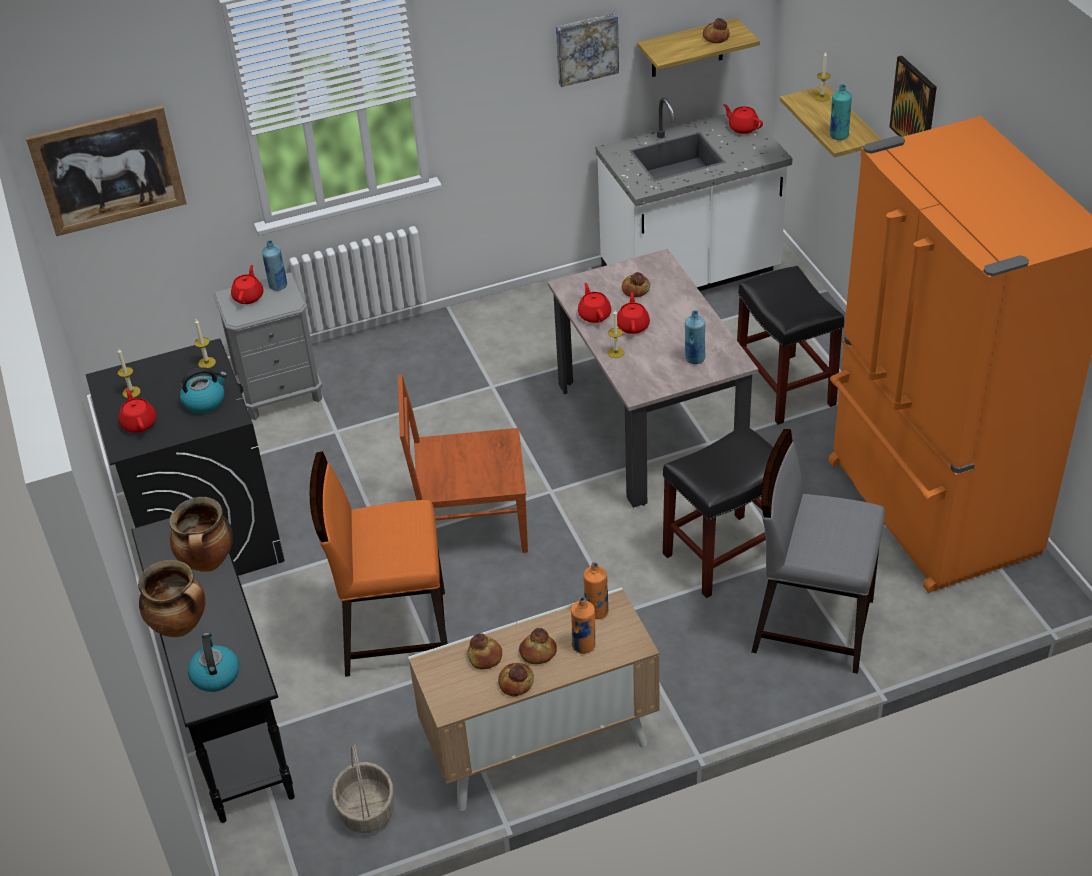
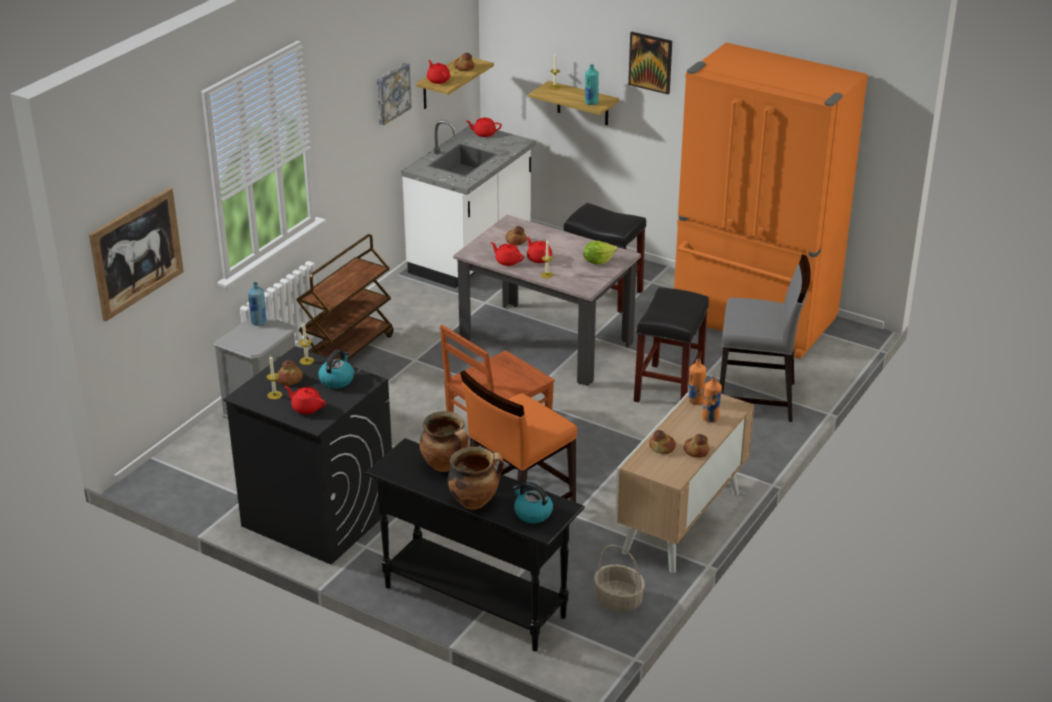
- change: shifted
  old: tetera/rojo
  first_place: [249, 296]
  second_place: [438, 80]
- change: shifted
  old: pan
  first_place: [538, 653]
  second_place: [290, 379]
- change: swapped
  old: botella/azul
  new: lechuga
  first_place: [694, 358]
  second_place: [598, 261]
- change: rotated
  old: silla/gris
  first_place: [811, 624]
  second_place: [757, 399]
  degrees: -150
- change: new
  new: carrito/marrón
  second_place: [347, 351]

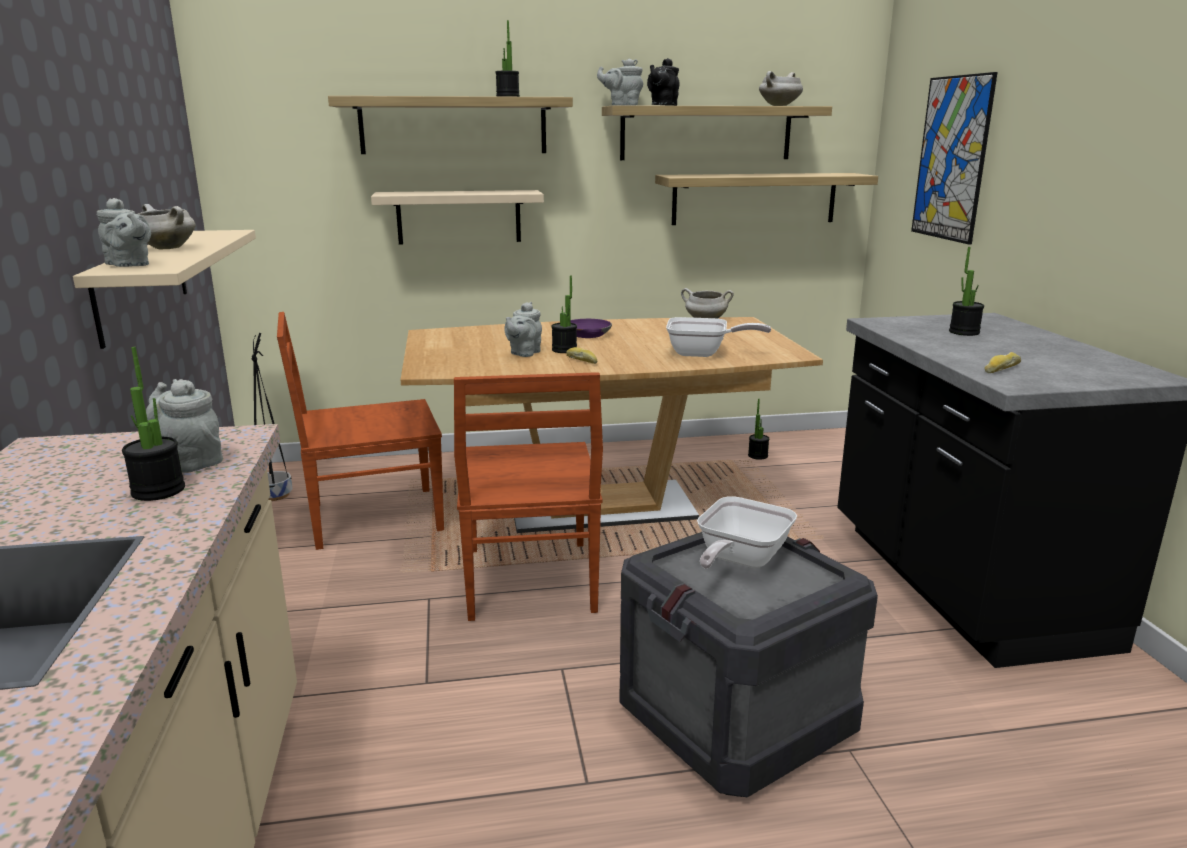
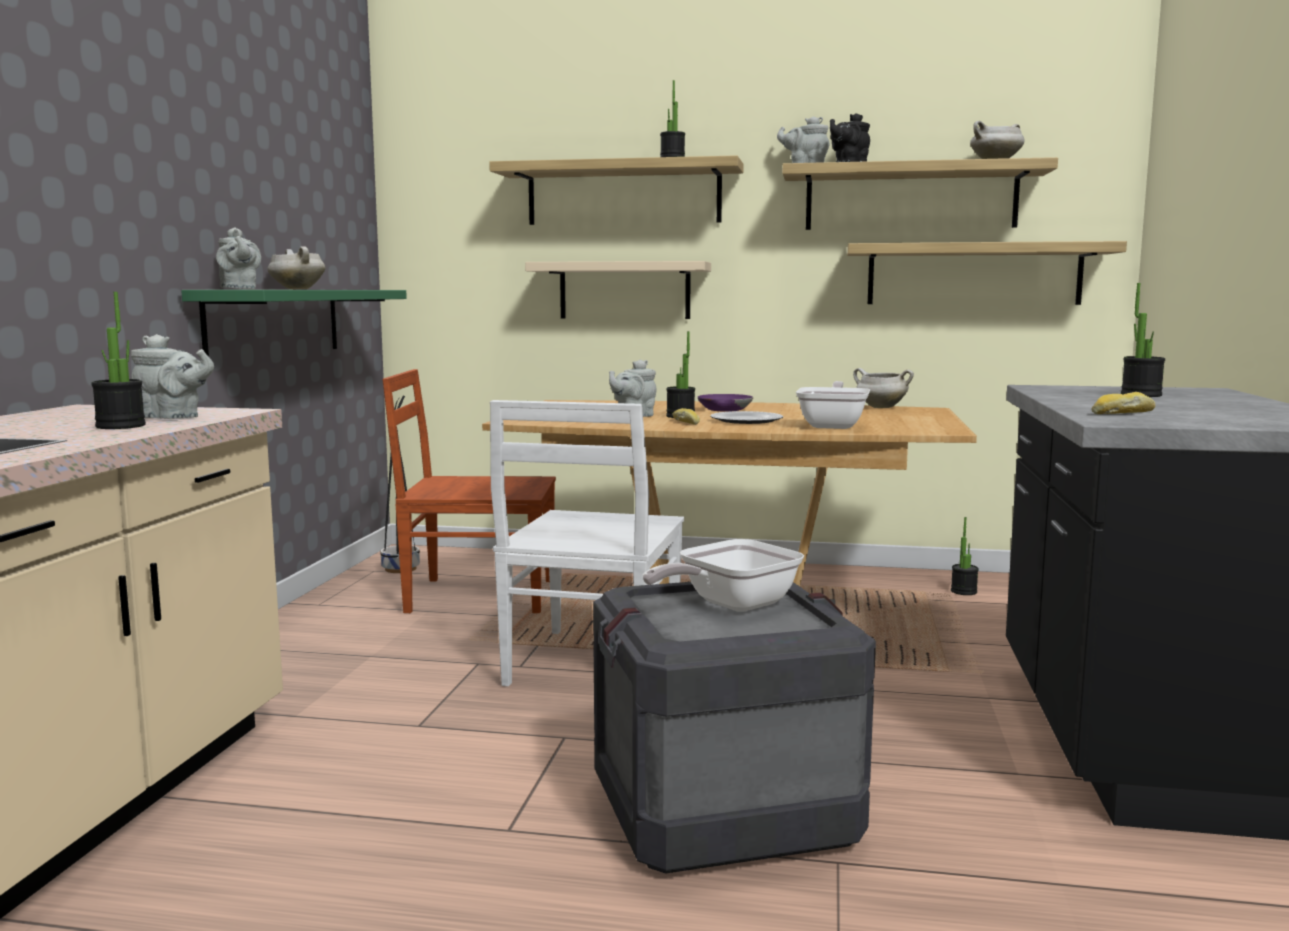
- change: repainted
  old: estante/beis
  new: estante/verde
  first_place: [142, 283]
  second_place: [275, 322]
- change: rotated
  old: tetera/gris
  first_place: [190, 461]
  second_place: [172, 418]
  degrees: 135
- change: repainted
  old: silla/marrón
  new: silla/blanco
  first_place: [529, 582]
  second_place: [592, 664]
- change: rotated
  old: sartén
  first_place: [703, 354]
  second_place: [833, 425]
  degrees: -105
- change: gone
  old: cuadro
  first_place: [951, 158]
- change: new
  new: plato
  second_place: [747, 420]

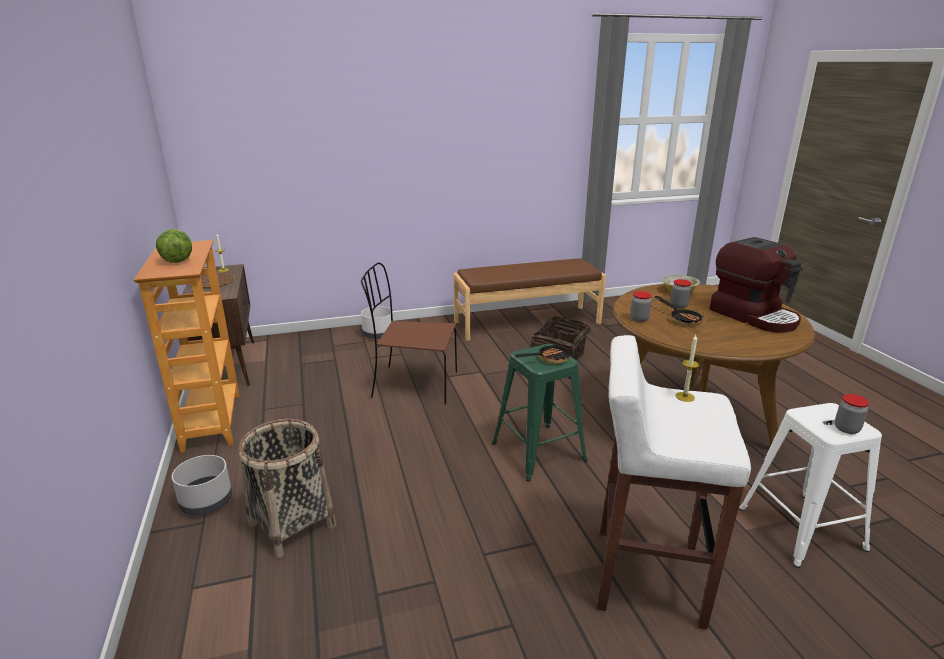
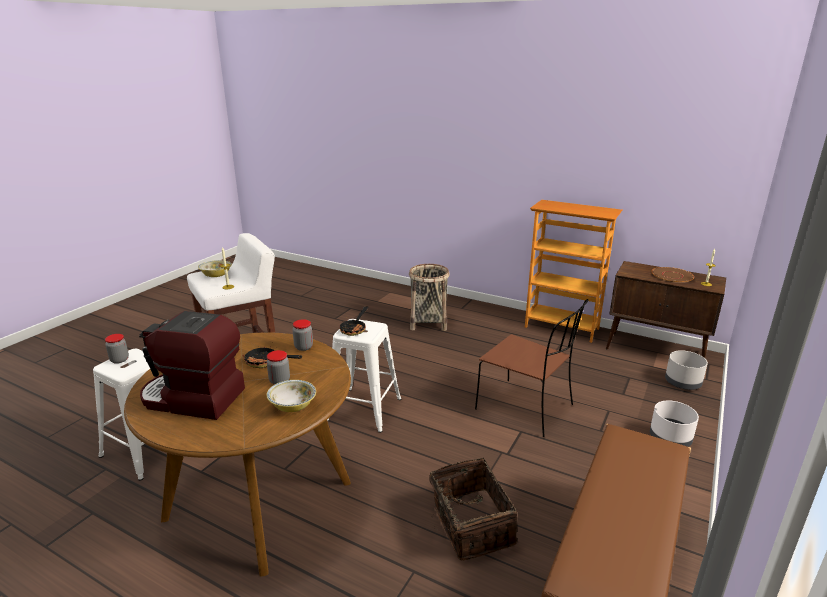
- change: gone
  old: lechuga
  first_place: [177, 260]
- change: shifted
  old: maceta/gris
  first_place: [206, 502]
  second_place: [682, 382]
- change: rotated
  old: silla/marrón
  first_place: [413, 384]
  second_place: [526, 408]
  degrees: 75
- change: repainted
  old: taburete/verde
  new: taburete/blanco
  first_place: [537, 451]
  second_place: [365, 409]
- change: new
  new: cuenco
  second_place: [216, 275]

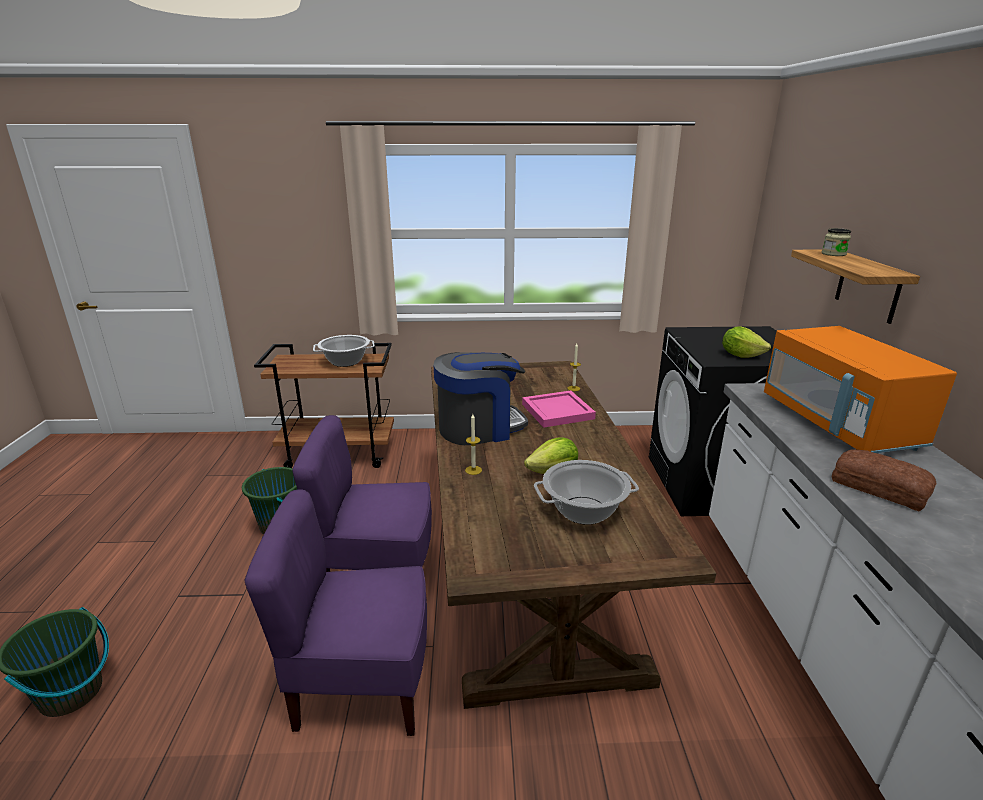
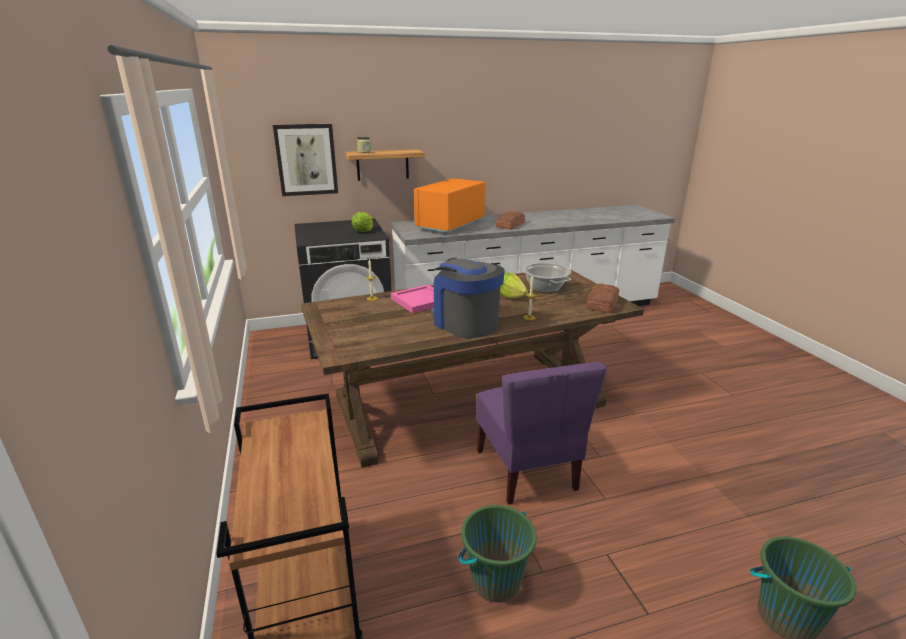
- change: gone
  old: silla/morado
  first_place: [361, 685]
- change: gone
  old: olla
  first_place: [346, 361]
- change: rotated
  old: microondas/naranja
  first_place: [838, 423]
  second_place: [450, 225]
  degrees: 150
- change: new
  new: cuadro
  second_place: [306, 160]
- change: new
  new: pan
  second_place: [601, 303]

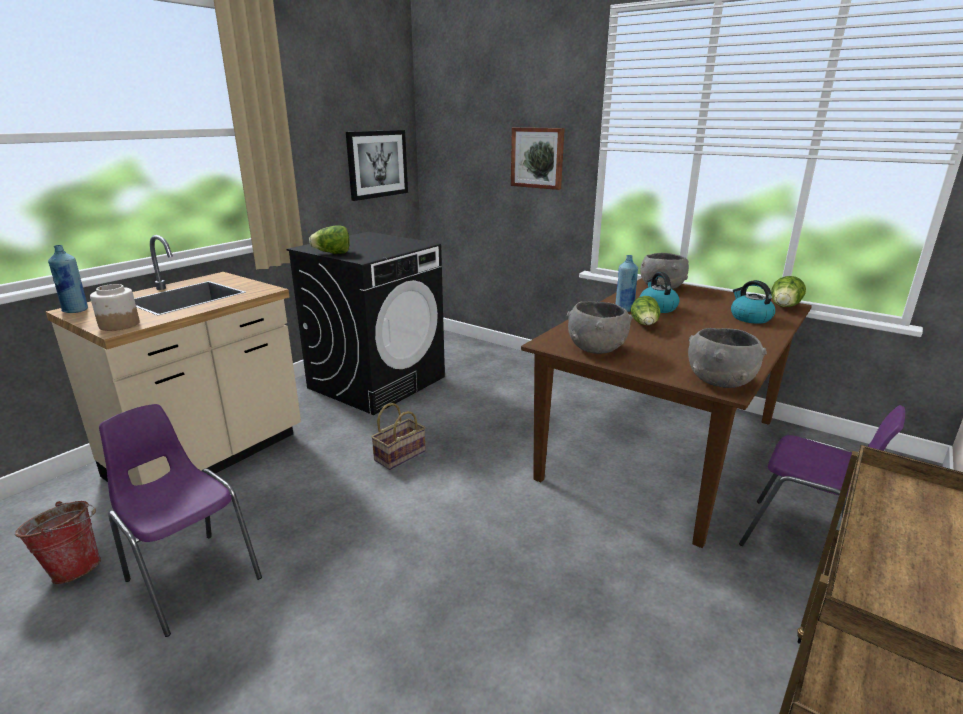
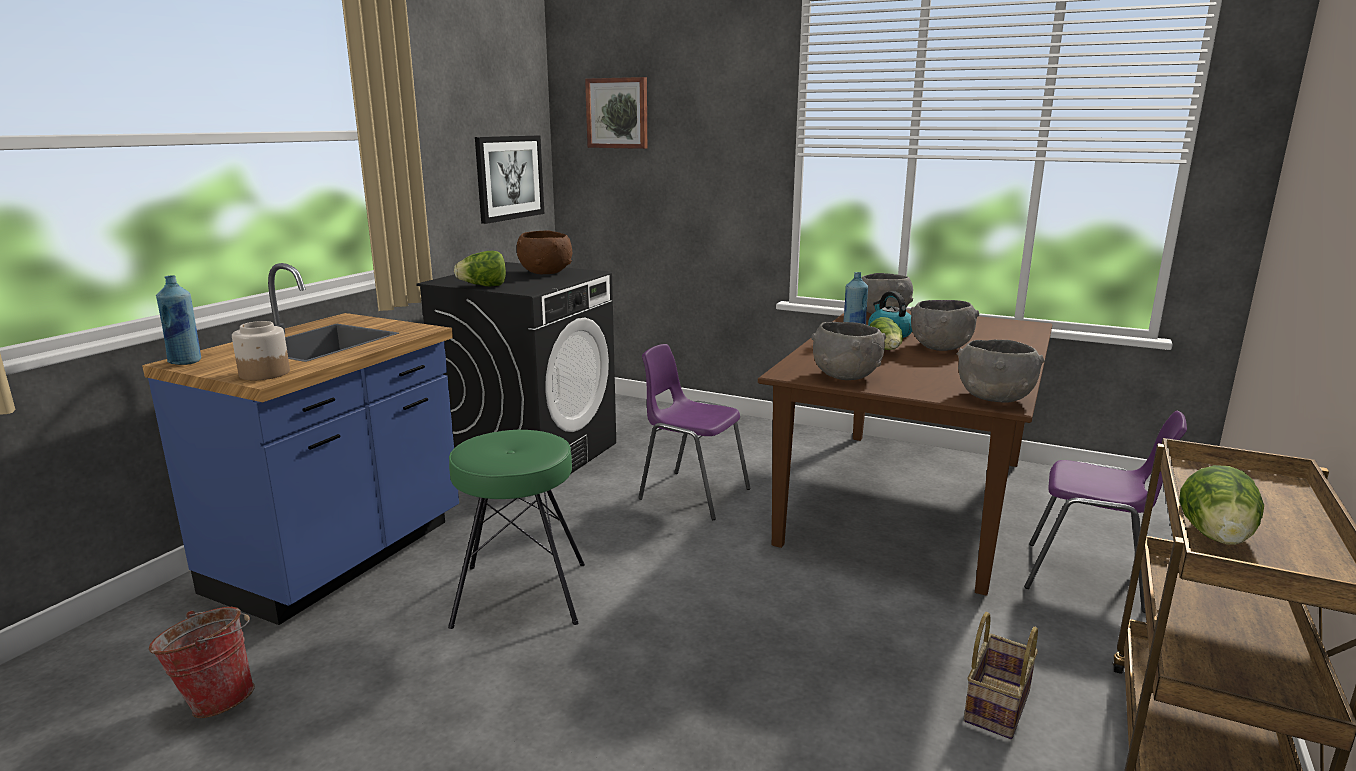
- change: repainted
  old: mueble bajo de cocina/beis
  new: mueble bajo de cocina/azul
  first_place: [208, 457]
  second_place: [341, 558]
- change: shifted
  old: silla/morado
  first_place: [191, 578]
  second_place: [692, 494]
- change: shifted
  old: cesta
  first_place: [400, 455]
  second_place: [995, 704]
- change: shifted
  old: cuadro
  first_place: [537, 158]
  second_place: [618, 113]
- change: gone
  old: hervidor
  first_place: [750, 318]
- change: shifted
  old: lechuga
  first_place: [784, 307]
  second_place: [1217, 538]
- change: new
  new: taburete/verde
  second_place: [520, 593]
- change: new
  new: cuenco/marrón
  second_place: [545, 272]
- change: new
  new: cuenco/gris
  second_place: [940, 347]

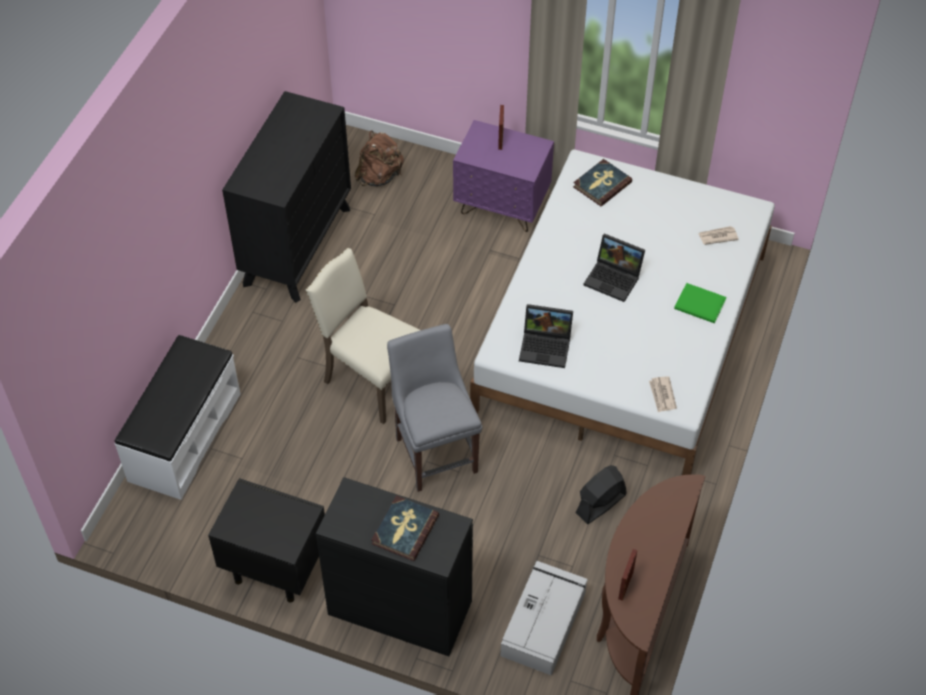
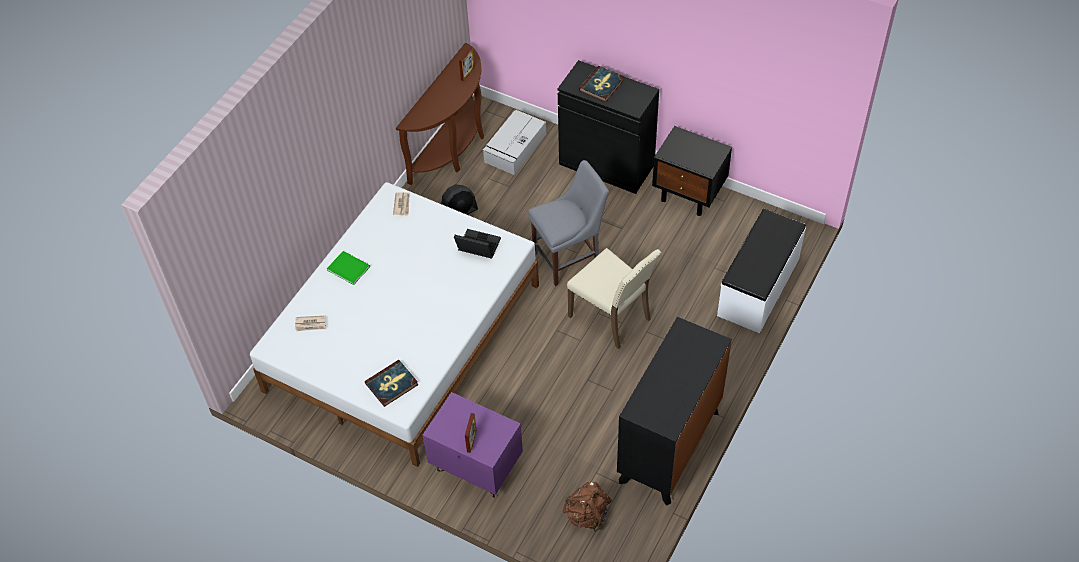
- change: rotated
  old: silla/gris
  first_place: [435, 451]
  second_place: [569, 259]
  degrees: -105
- change: gone
  old: portátil
  first_place: [614, 278]

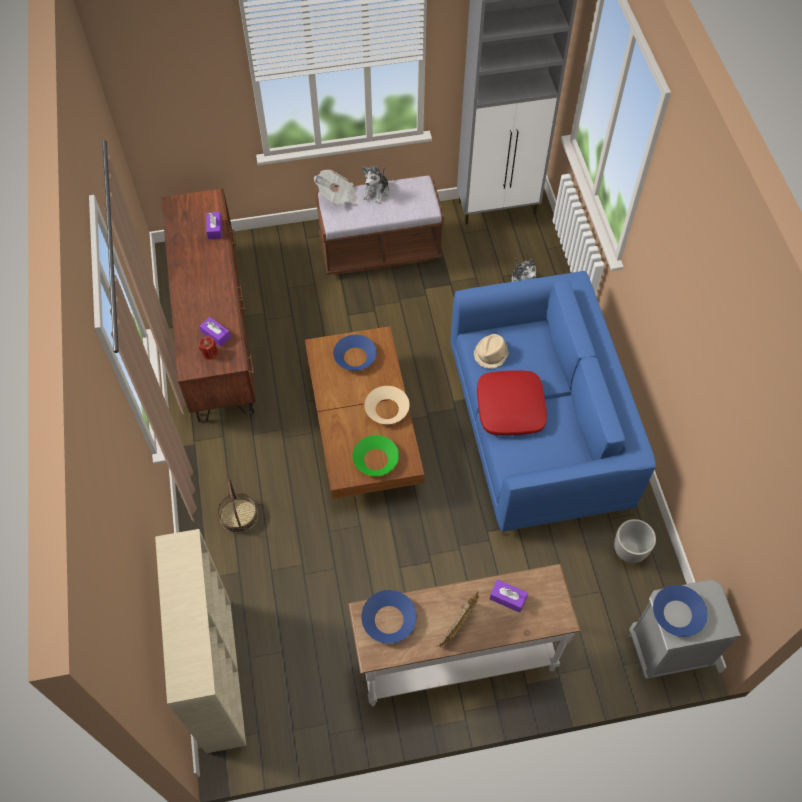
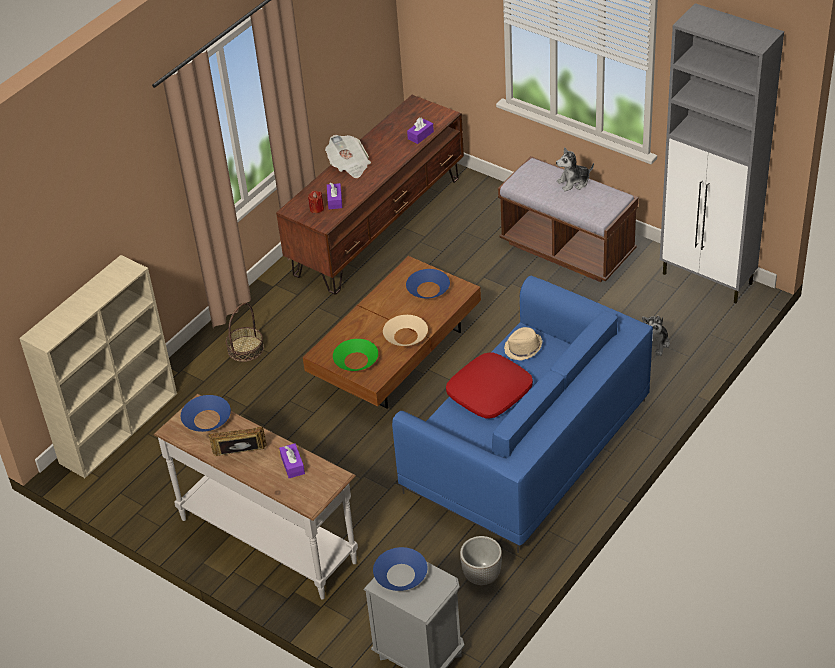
- change: shifted
  old: periódico
  first_place: [337, 196]
  second_place: [349, 165]

